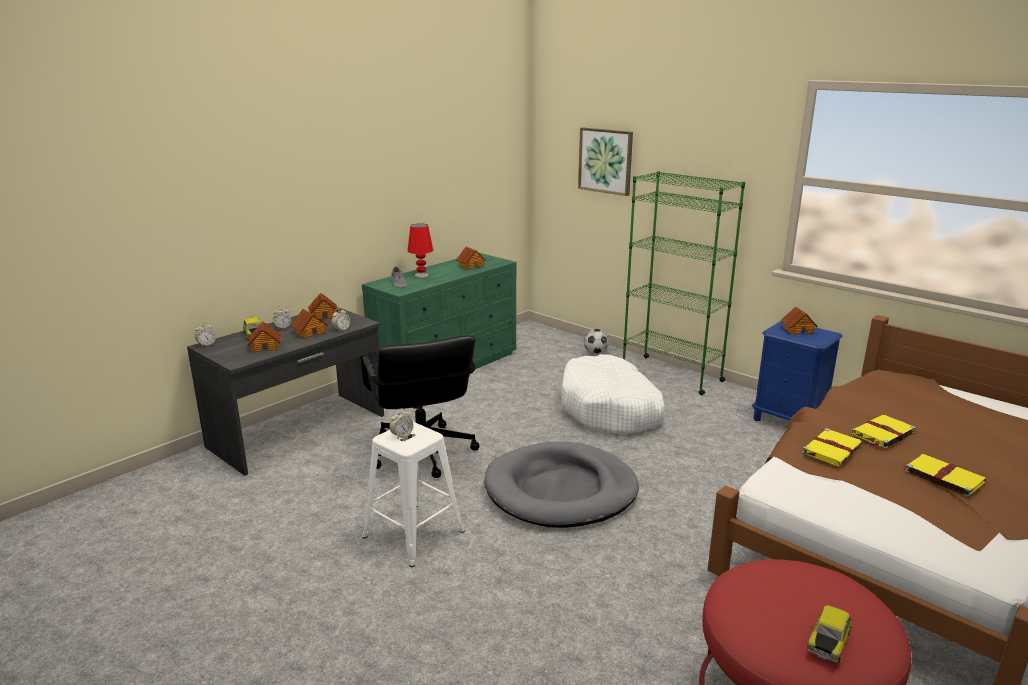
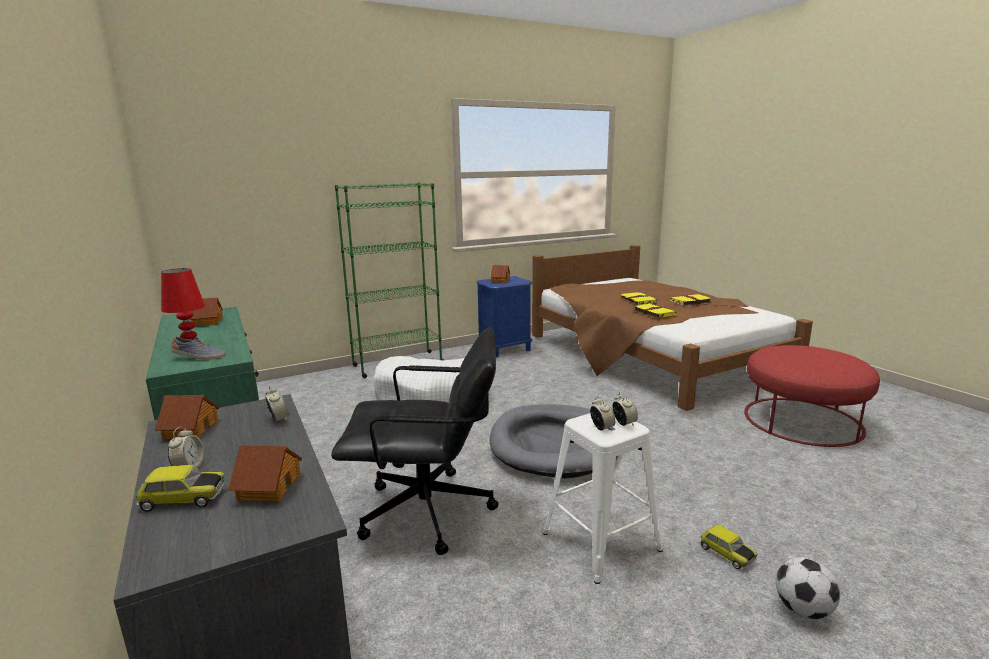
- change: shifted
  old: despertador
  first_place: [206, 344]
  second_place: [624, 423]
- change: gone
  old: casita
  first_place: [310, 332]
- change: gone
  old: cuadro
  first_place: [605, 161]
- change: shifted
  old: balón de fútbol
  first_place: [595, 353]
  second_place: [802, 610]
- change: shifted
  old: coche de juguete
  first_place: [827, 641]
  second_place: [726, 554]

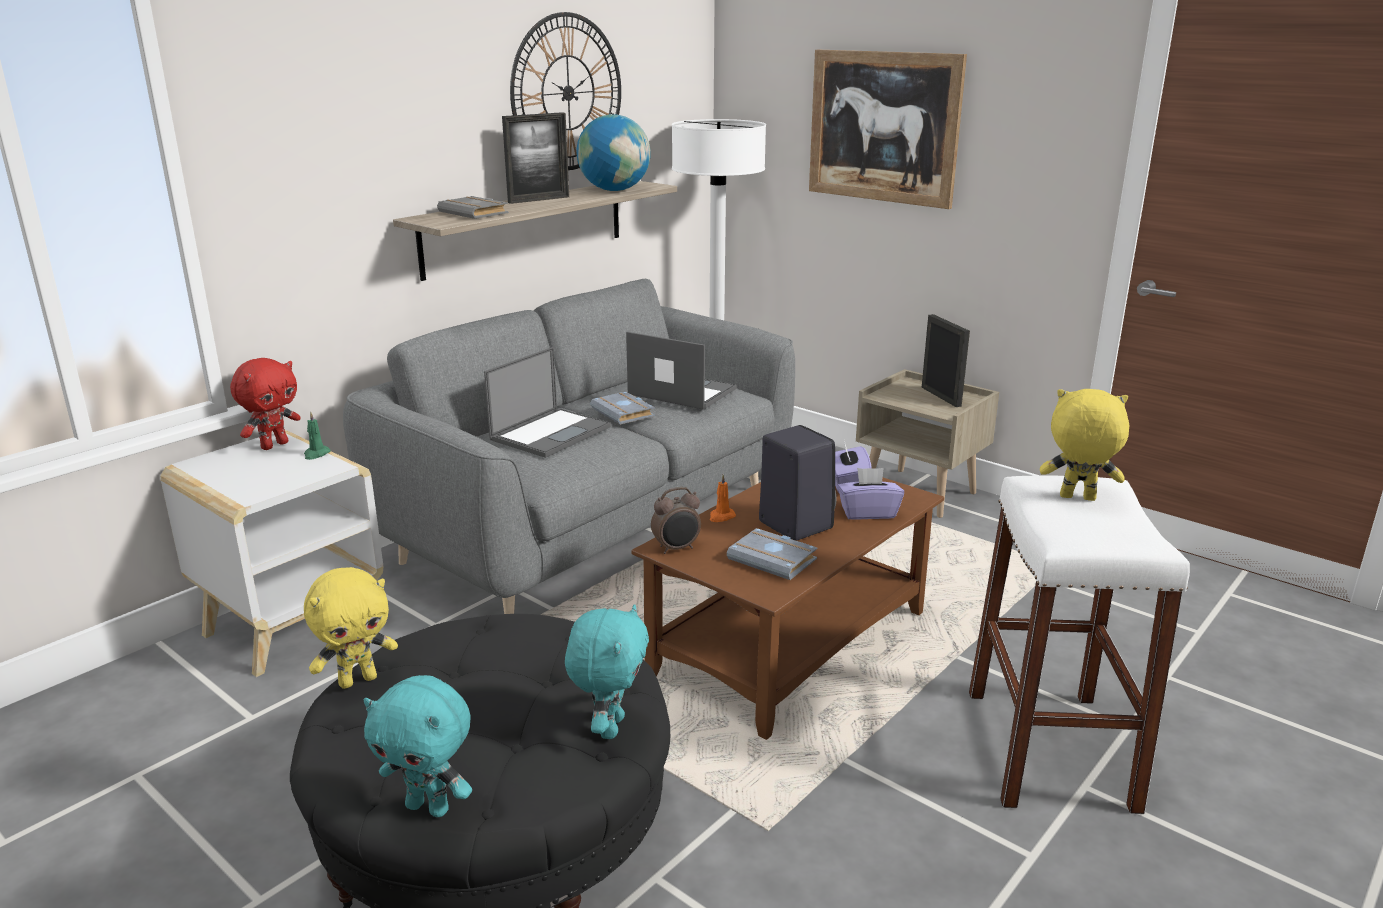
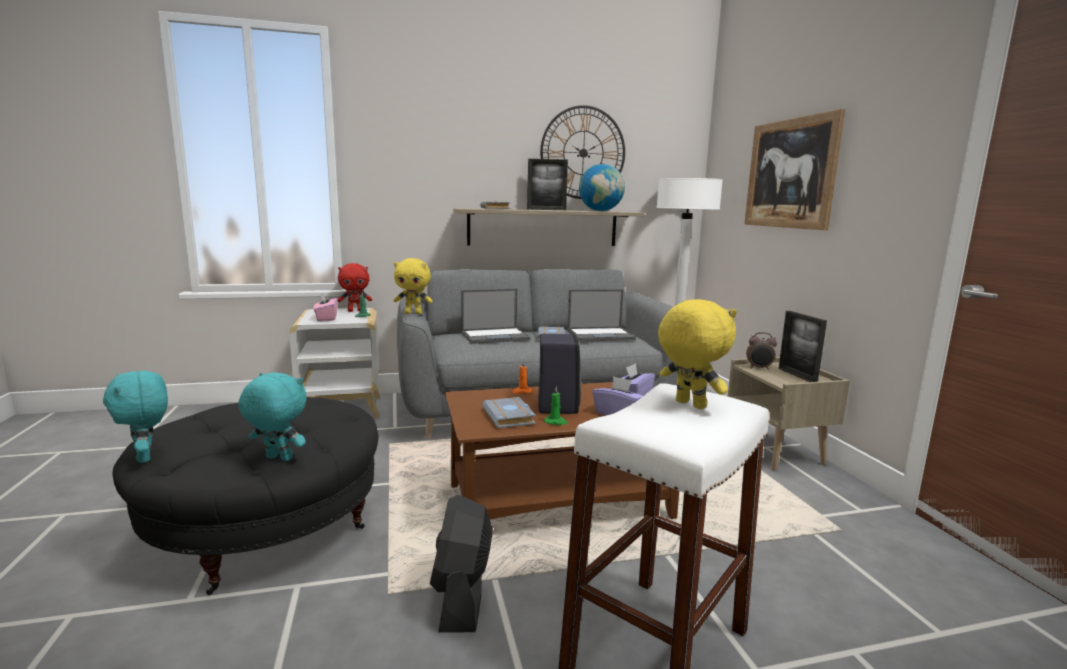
- change: shifted
  old: peluche/amarillo
  first_place: [358, 680]
  second_place: [413, 313]
- change: rotated
  old: peluche/turquesa
  first_place: [609, 727]
  second_place: [277, 459]
  degrees: -120
- change: rotated
  old: portátil
  first_place: [680, 391]
  second_place: [601, 335]
  degrees: 105
- change: shifted
  old: despertador
  first_place: [677, 549]
  second_place: [759, 368]
- change: rotated
  old: portarretratos
  first_place: [941, 396]
  second_place: [797, 375]
  degrees: 150
- change: new
  new: caja de pañuelos/rosa
  second_place: [326, 318]
- change: new
  new: ventilador/negro
  second_place: [461, 596]
- change: new
  new: vela/verde
  second_place: [556, 422]

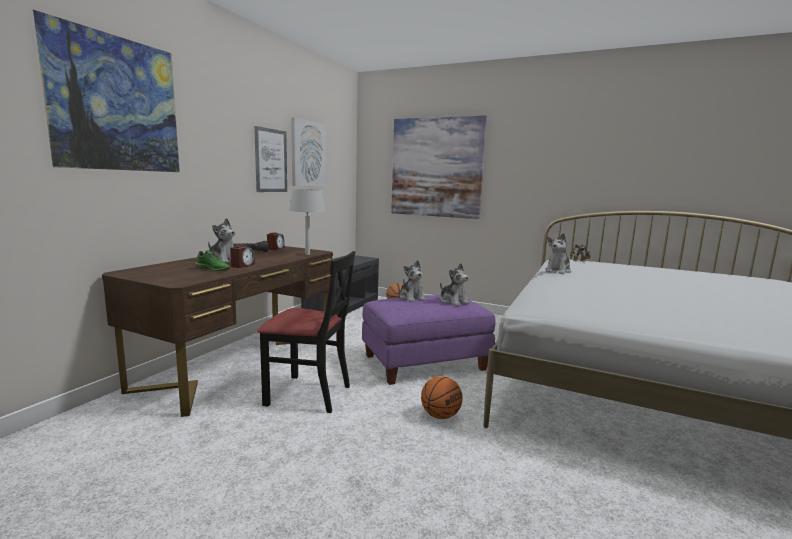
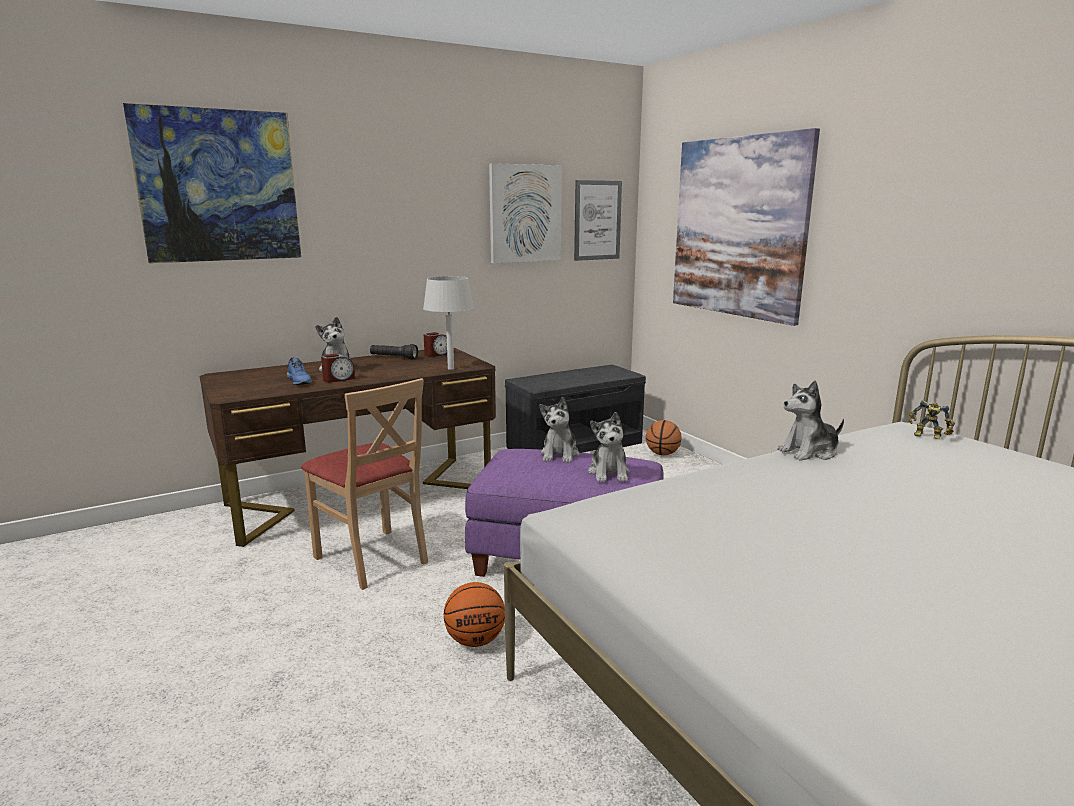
- change: repainted
  old: zapato/verde
  new: zapato/azul
  first_place: [213, 269]
  second_place: [300, 381]
- change: shifted
  old: cuadro
  first_place: [271, 160]
  second_place: [597, 220]
- change: repainted
  old: silla/negro
  new: silla/beis
  first_place: [308, 394]
  second_place: [372, 558]

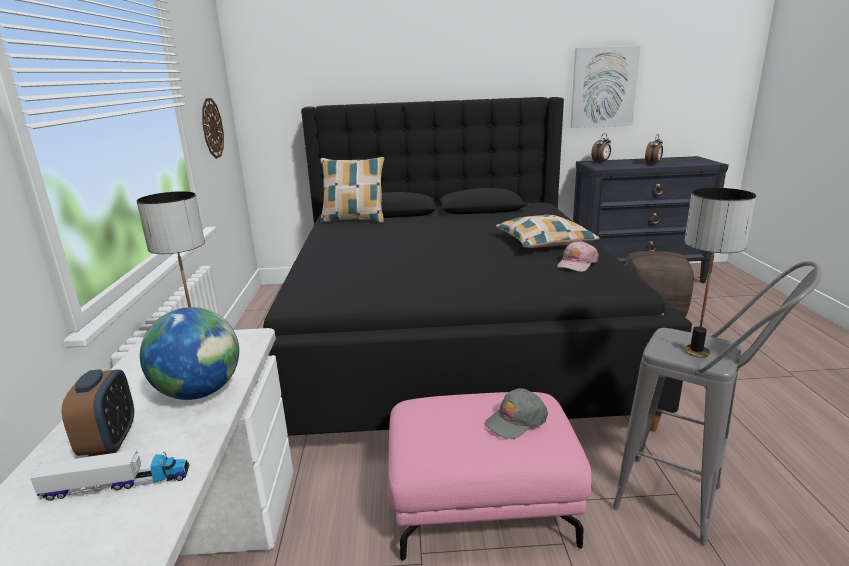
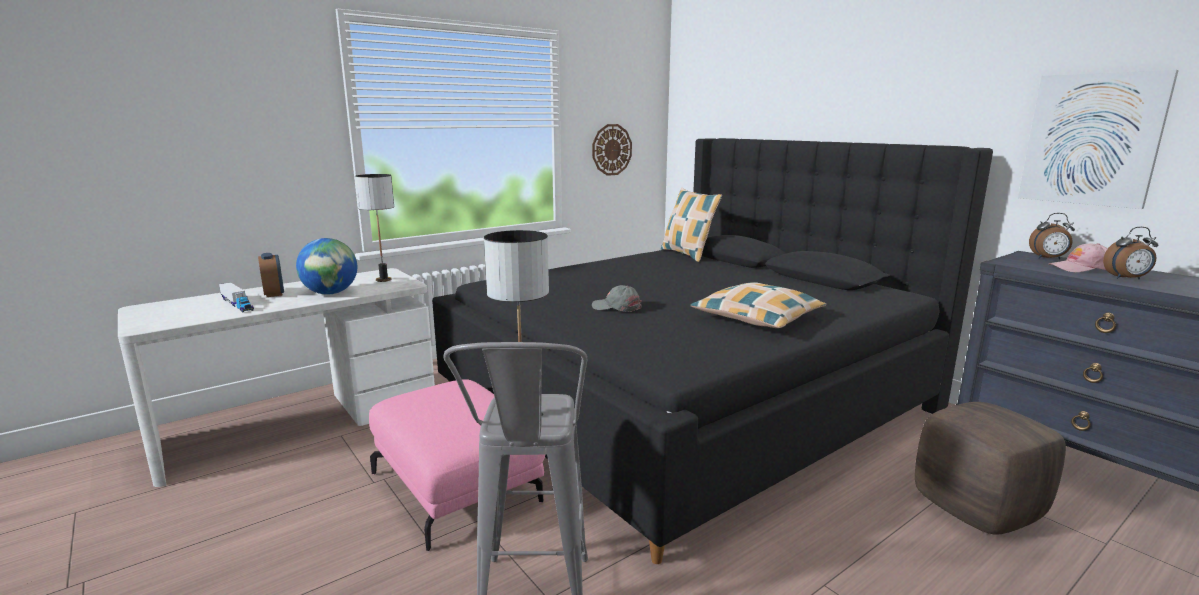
- change: rotated
  old: despertador
  first_place: [110, 441]
  second_place: [274, 293]
  degrees: -75
- change: shifted
  old: gorra/gris
  first_place: [516, 420]
  second_place: [617, 307]
- change: shifted
  old: gorra/rosa
  first_place: [576, 264]
  second_place: [1081, 268]

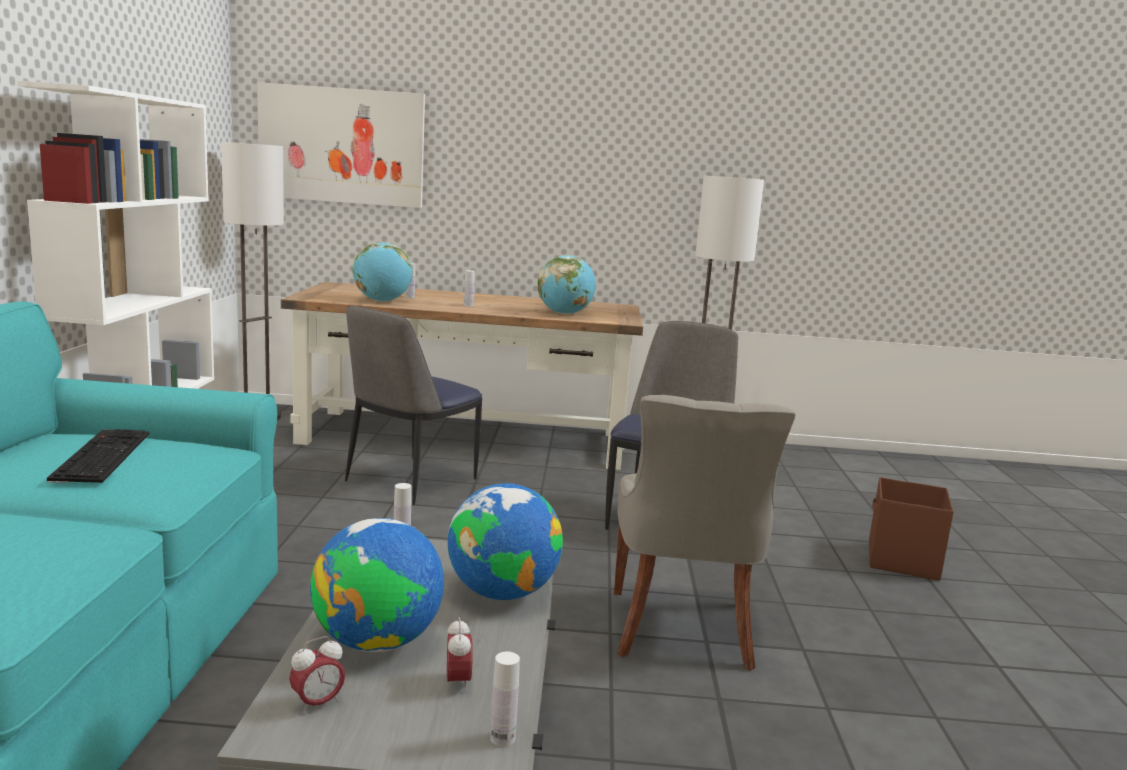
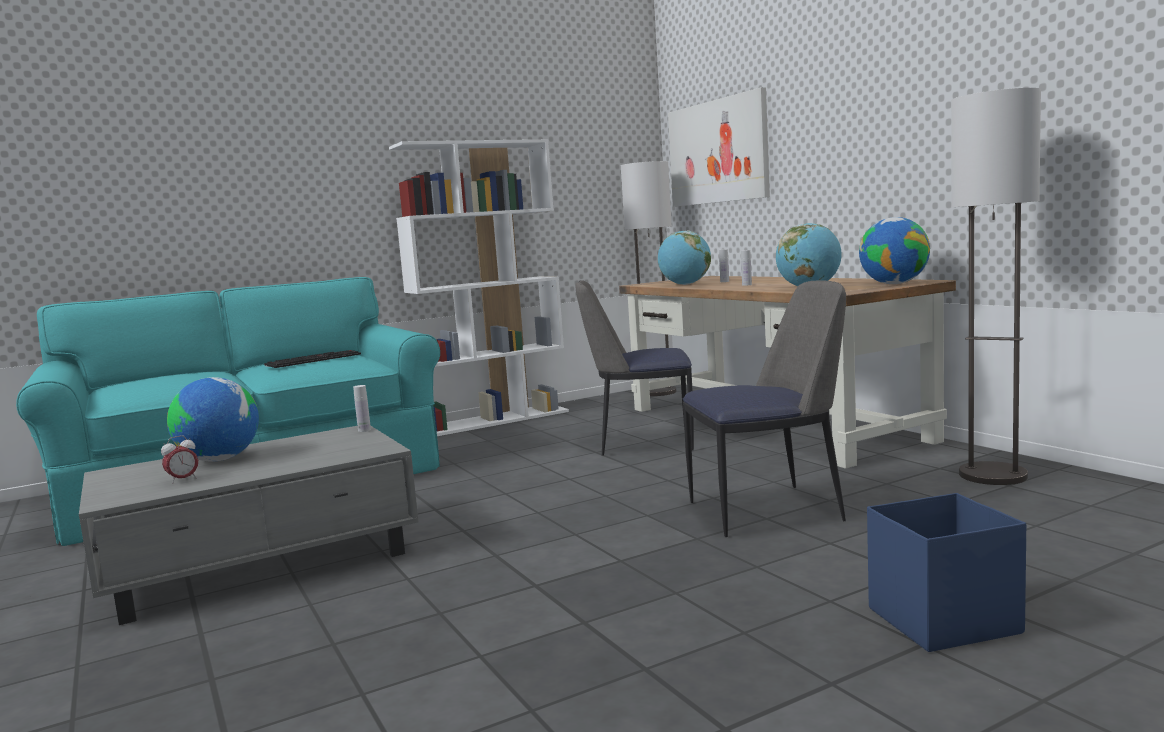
- change: gone
  old: despertador
  first_place: [317, 703]
- change: shifted
  old: globo terráqueo
  first_place: [502, 592]
  second_place: [894, 284]
- change: gone
  old: botella/blanco
  first_place: [502, 738]
- change: gone
  old: silla/gris
  first_place: [682, 630]
- change: repainted
  old: caja de almacenaje/marrón
  new: caja de almacenaje/azul
  first_place: [902, 561]
  second_place: [941, 621]

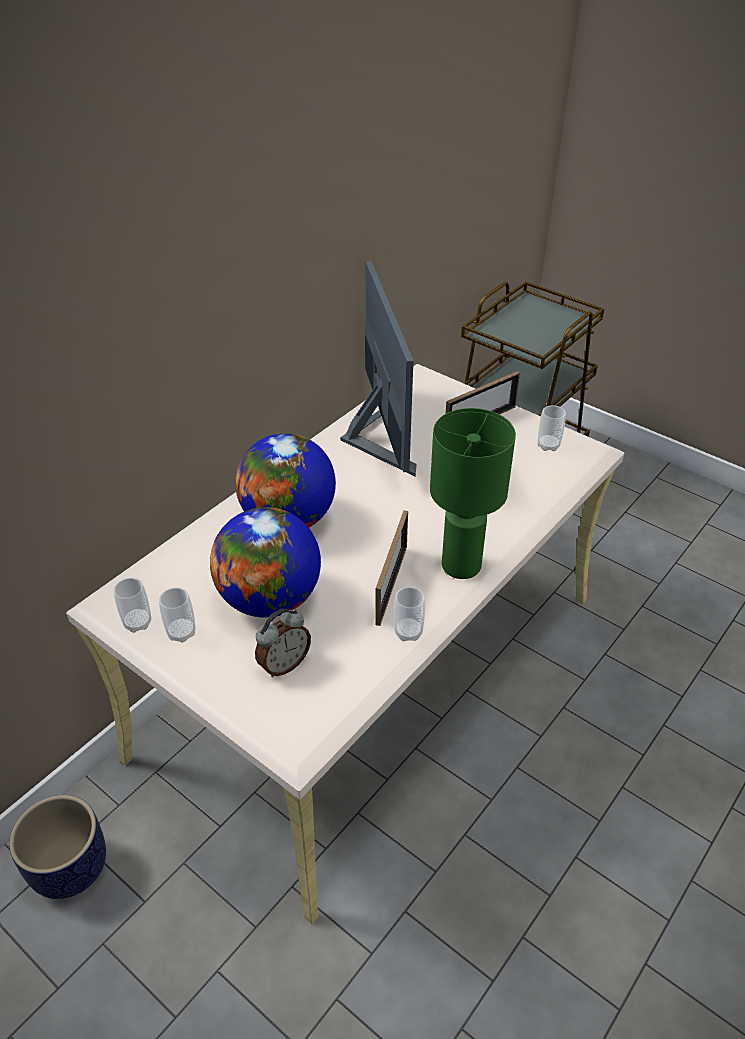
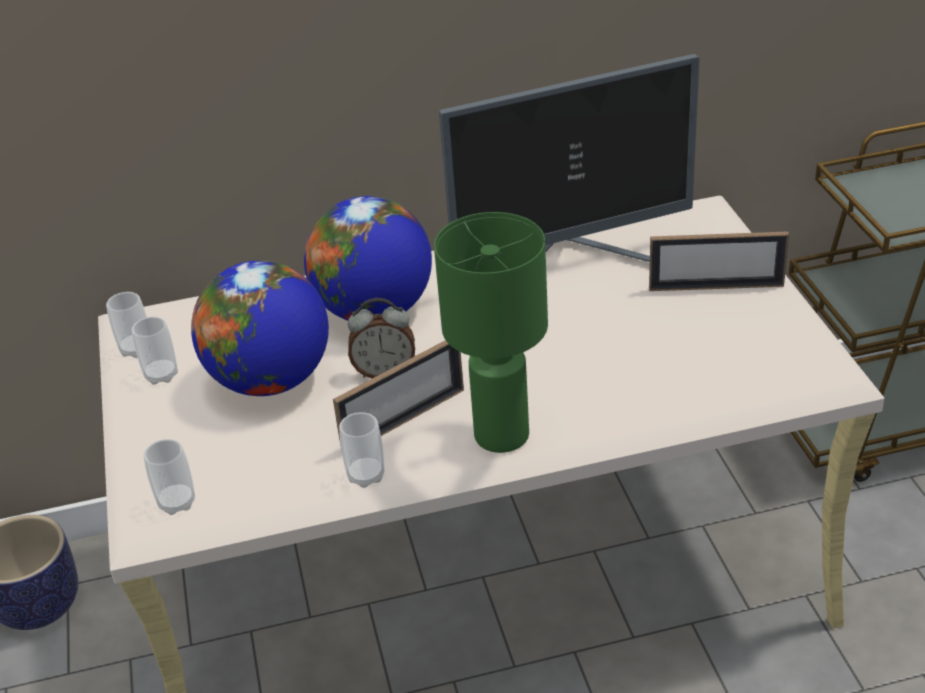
- change: shifted
  old: despertador
  first_place: [284, 664]
  second_place: [385, 372]
- change: rotated
  old: monitor
  first_place: [379, 436]
  second_place: [571, 260]
  degrees: 45
- change: shifted
  old: taza
  first_place: [548, 445]
  second_place: [177, 502]

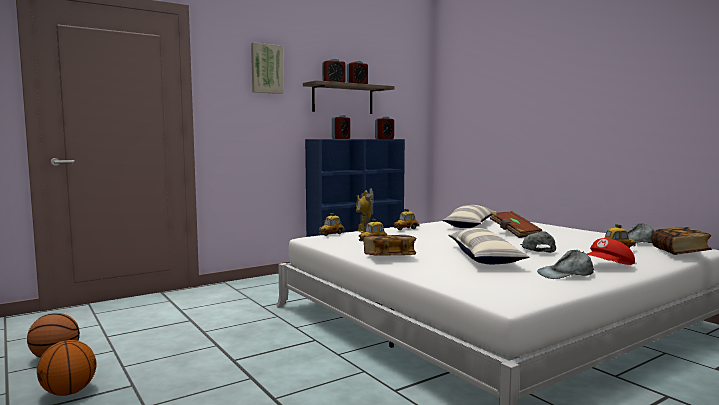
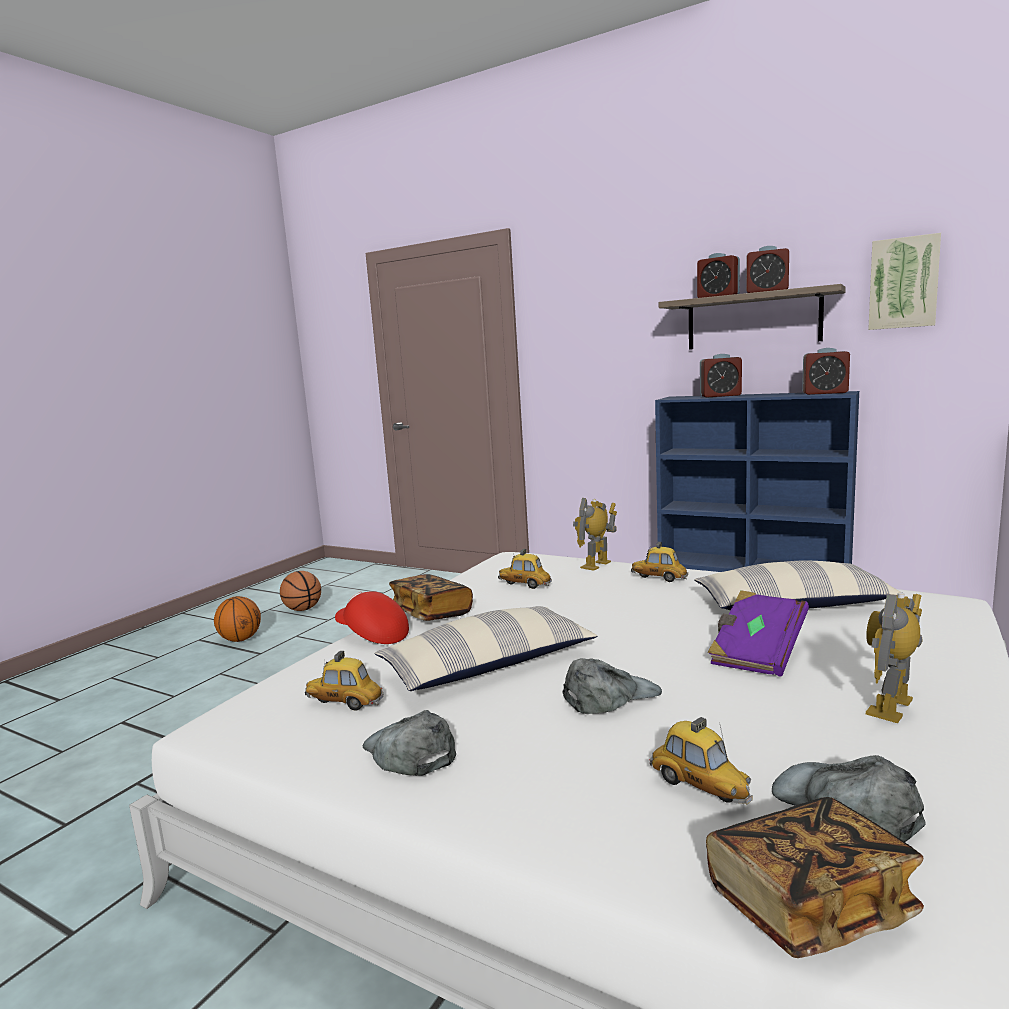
- change: shifted
  old: cuadro
  first_place: [266, 69]
  second_place: [903, 283]
- change: shifted
  old: coche de juguete
  first_place: [331, 234]
  second_place: [344, 703]
- change: repainted
  old: libro/marrón
  new: libro/morado
  first_place: [514, 233]
  second_place: [756, 652]
- change: shifted
  old: gorra/rojo
  first_place: [609, 266]
  second_place: [372, 635]
- change: new
  new: robot de juguete
  second_place: [891, 707]

